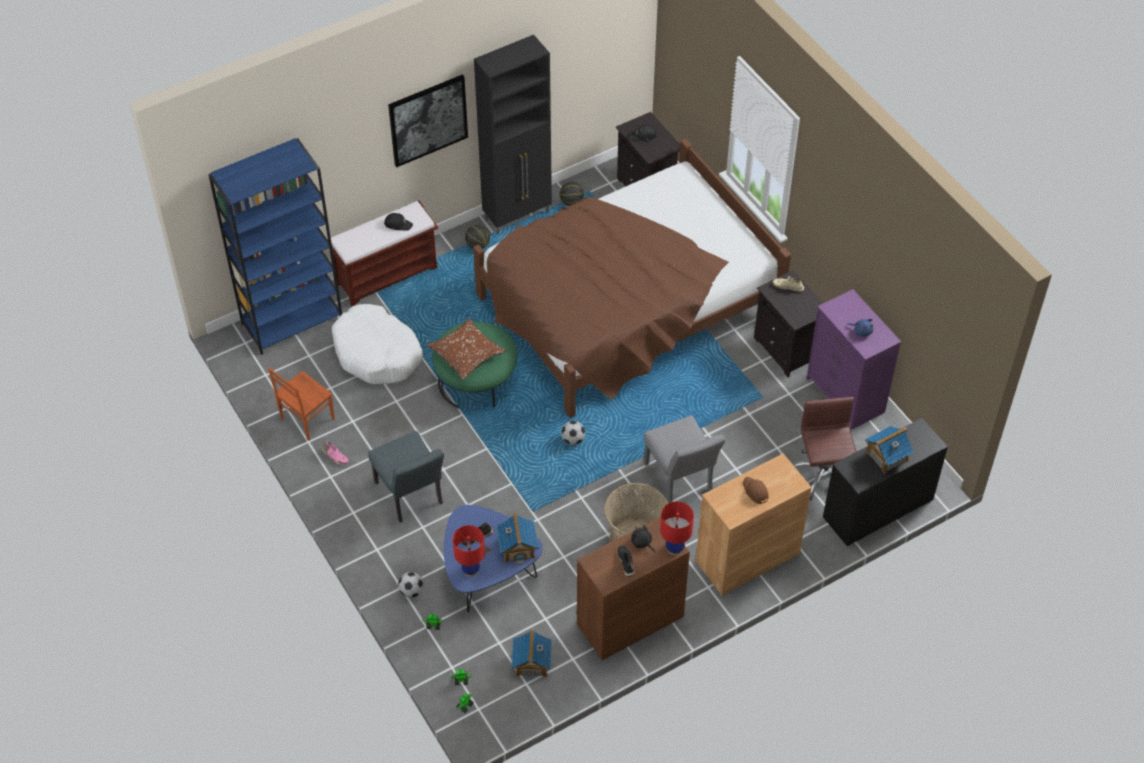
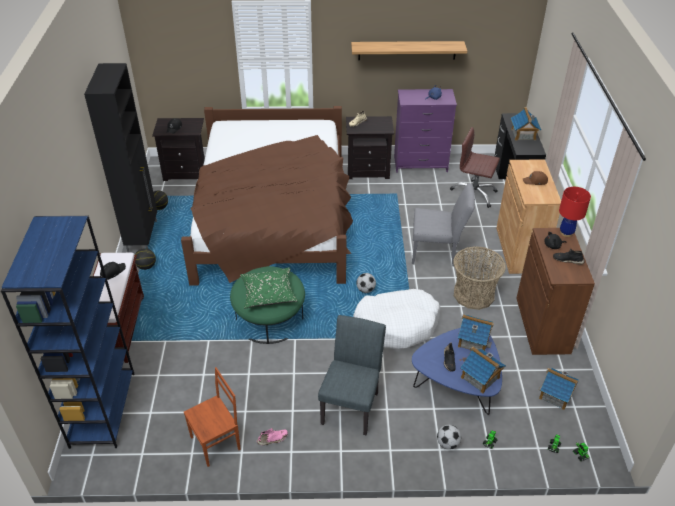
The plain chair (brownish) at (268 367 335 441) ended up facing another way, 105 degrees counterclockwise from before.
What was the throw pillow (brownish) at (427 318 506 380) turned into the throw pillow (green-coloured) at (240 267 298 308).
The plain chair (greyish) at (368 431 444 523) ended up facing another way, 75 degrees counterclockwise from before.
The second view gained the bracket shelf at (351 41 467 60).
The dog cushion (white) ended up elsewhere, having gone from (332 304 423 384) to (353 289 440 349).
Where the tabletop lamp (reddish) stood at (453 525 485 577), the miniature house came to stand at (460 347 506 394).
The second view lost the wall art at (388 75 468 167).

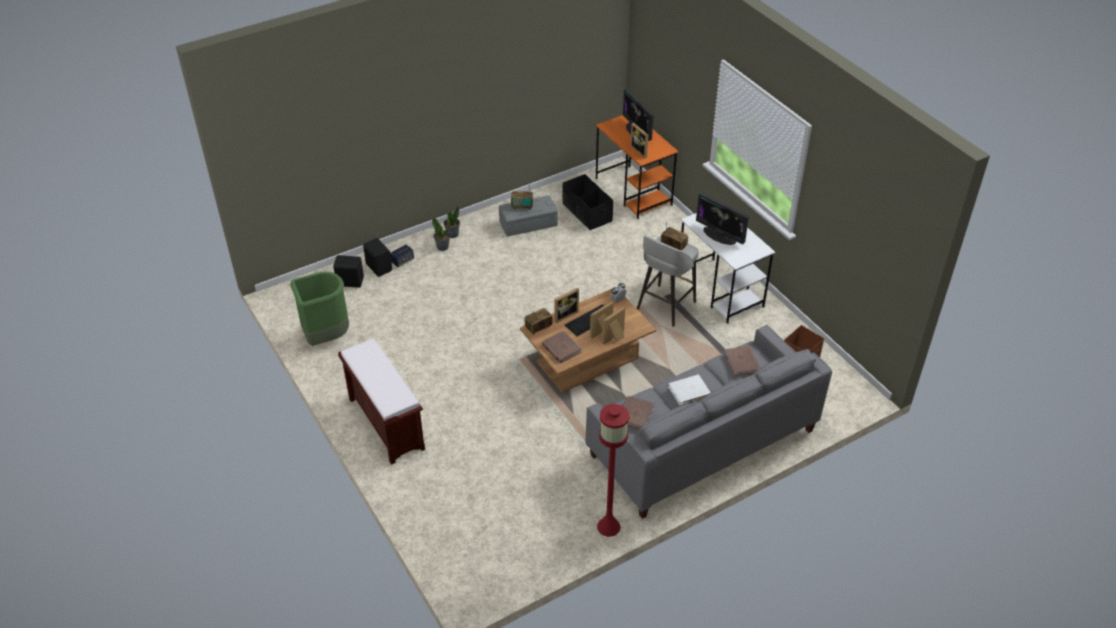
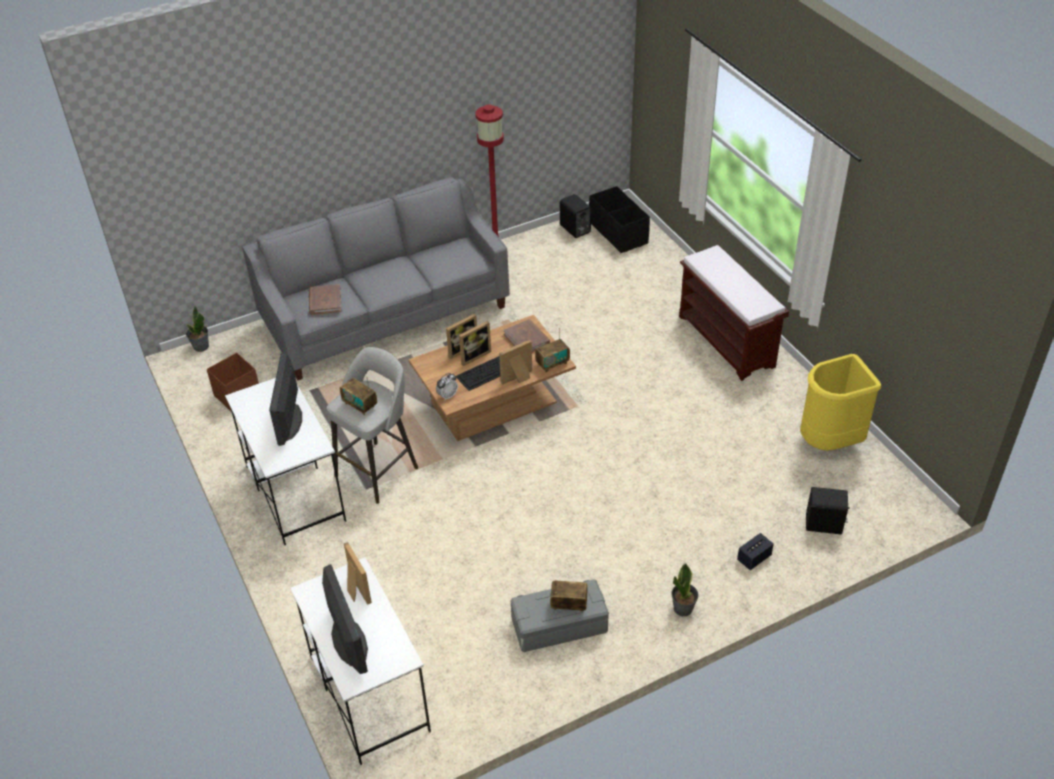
The houseplant ended up elsewhere, having gone from (432 217 450 251) to (186 306 209 352).
The computer display at (696 193 749 245) ended up facing another way, 135 degrees counterclockwise from before.
What was the desk (orange) at (595 115 679 219) turned into the desk (white) at (290 557 431 765).
The loudspeaker (black) ended up elsewhere, having gone from (363 238 392 277) to (560 194 591 238).
The storage box (black) ended up elsewhere, having gone from (562 174 613 230) to (589 186 650 253).
What was the rubbish bin (green-coloured) at (290 271 349 346) turned into the rubbish bin (yellow) at (800 354 881 451).
The second view lost the bound book (brownish) at (623 396 654 430).
The second view lost the bound book (white) at (668 374 711 406).

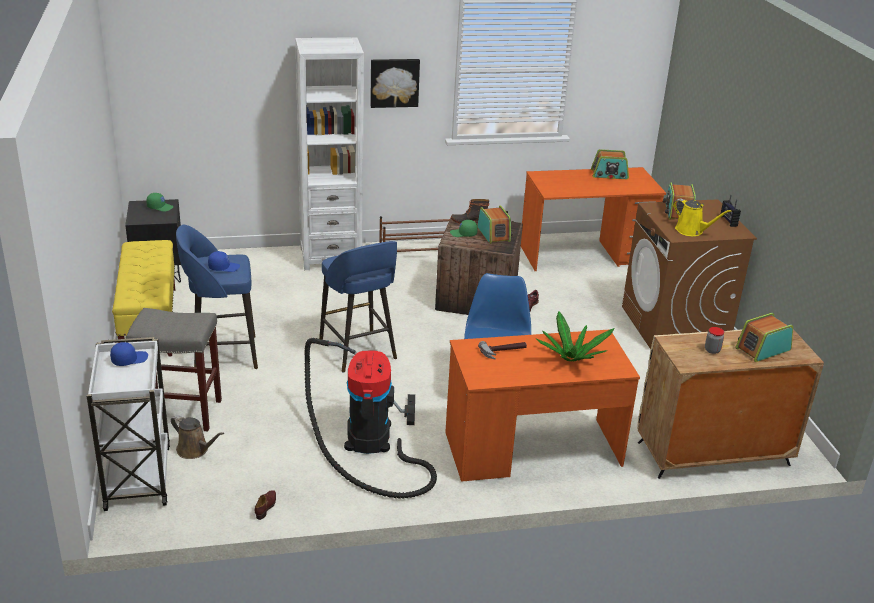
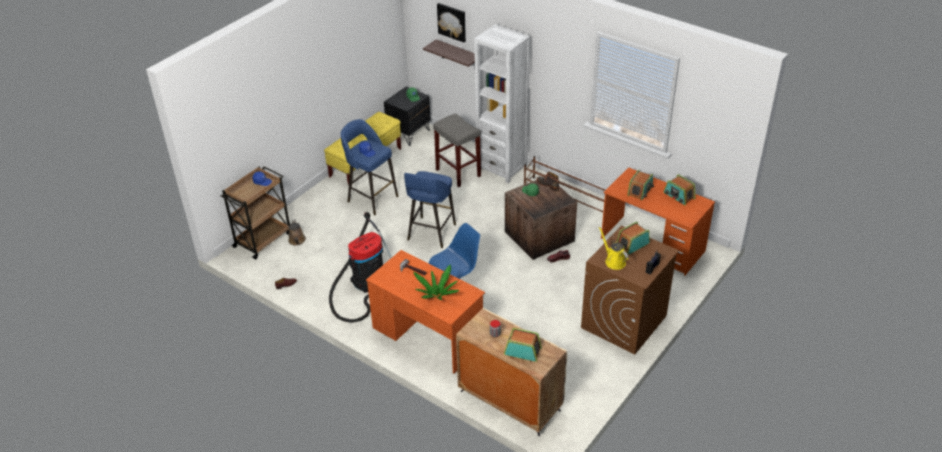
What was the wheeled cart (white) at (87 337 170 511) turned into the wheeled cart (brownish) at (221 166 290 259).
The second view gained the bracket shelf at (423 39 475 69).
The sitting stool (greyish) ended up elsewhere, having gone from (126 308 222 431) to (433 114 481 187).
The wall art ended up elsewhere, having gone from (370 59 420 108) to (437 3 466 42).
The sprinkling can (yellow) at (673 199 732 236) ended up facing another way, 150 degrees clockwise from before.
The radio receiver ended up elsewhere, having gone from (477 206 513 244) to (627 170 654 201).

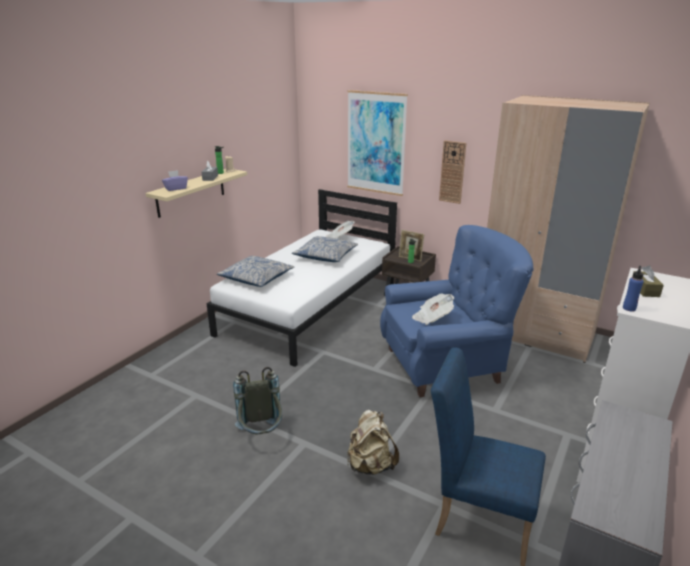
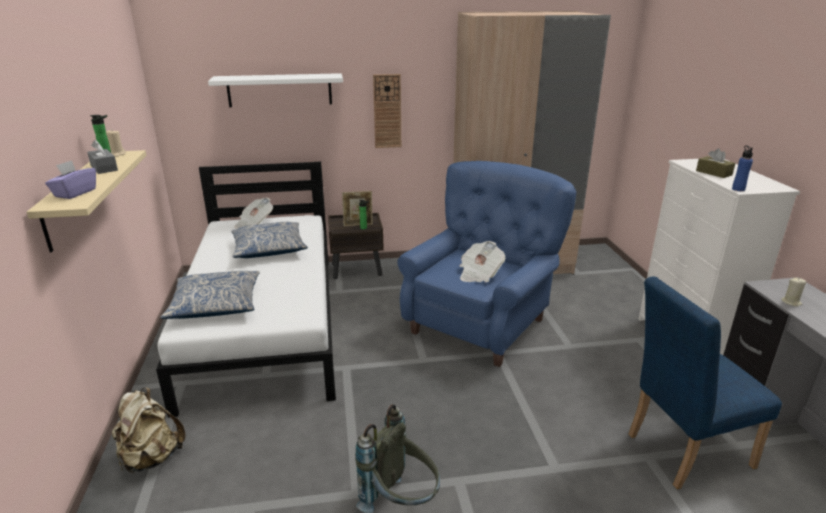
The rucksack (sand-coloured) ended up elsewhere, having gone from (347 410 399 475) to (112 387 186 473).
Where the wall art hung at (347 90 408 196), the bracket shelf (white) came to hang at (208 73 343 107).
The second view gained the wax candle (sand-coloured) at (781 278 806 307).

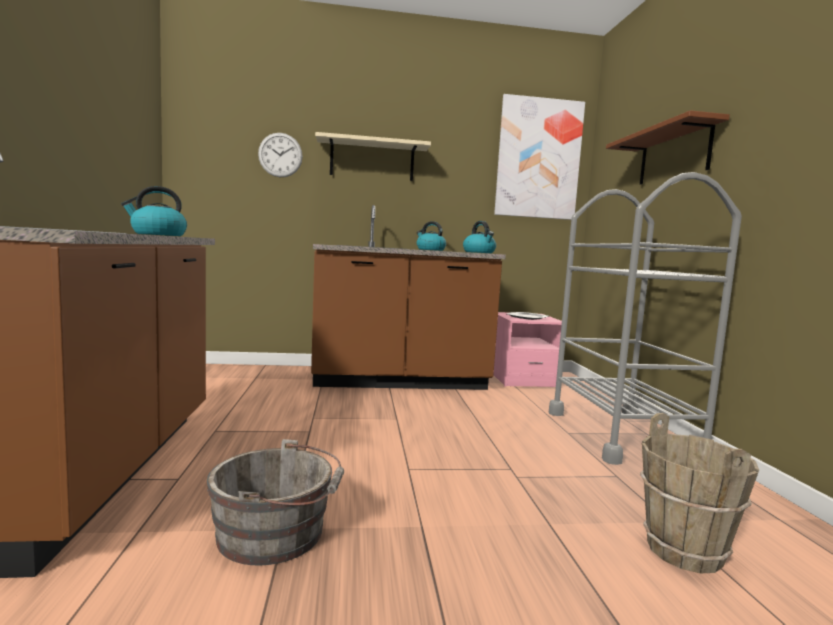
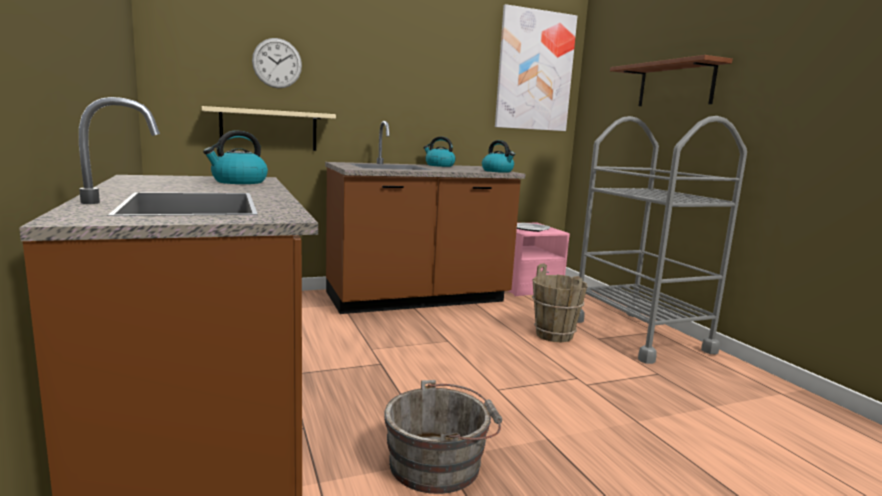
The bracket shelf (sand-coloured) ended up elsewhere, having gone from (315 132 431 181) to (202 106 336 151).
The water bucket (brownish) ended up elsewhere, having gone from (640 413 759 573) to (532 263 587 342).

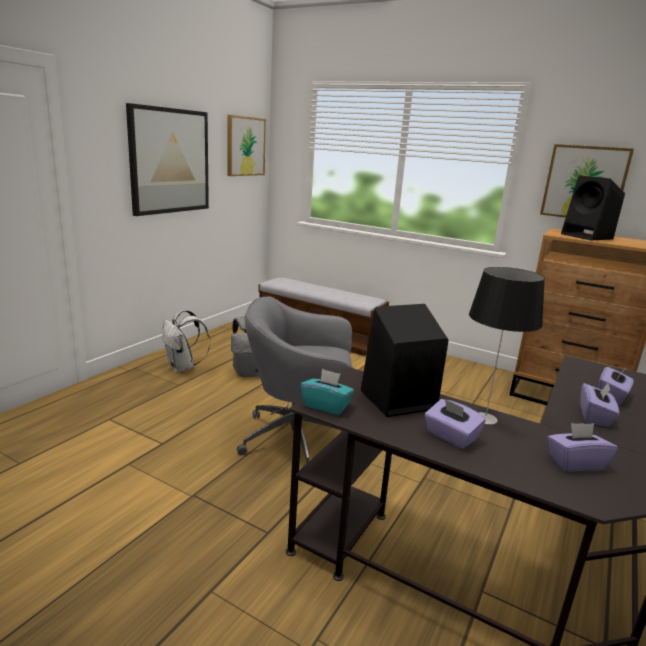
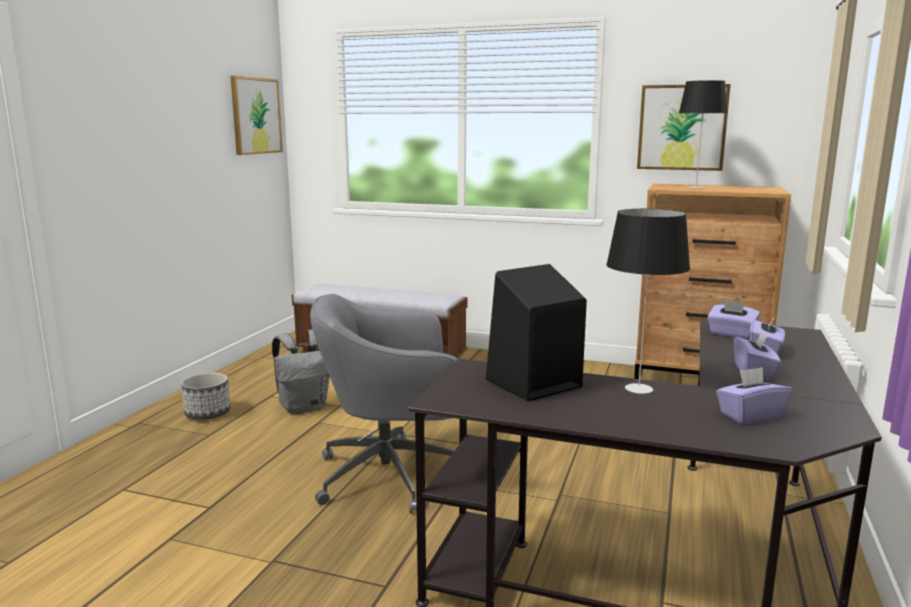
Where the rucksack (white) stood at (162 310 211 372), the flower pot came to stand at (181 373 230 420).
Where the loudspeaker (black) stood at (561 176 625 240), the tabletop lamp came to stand at (679 80 727 189).
The tissue box (purplish) ended up elsewhere, having gone from (425 399 486 449) to (707 300 760 339).
The second view lost the wall art at (126 103 209 216).
The second view lost the tissue box (turquoise) at (301 369 354 415).

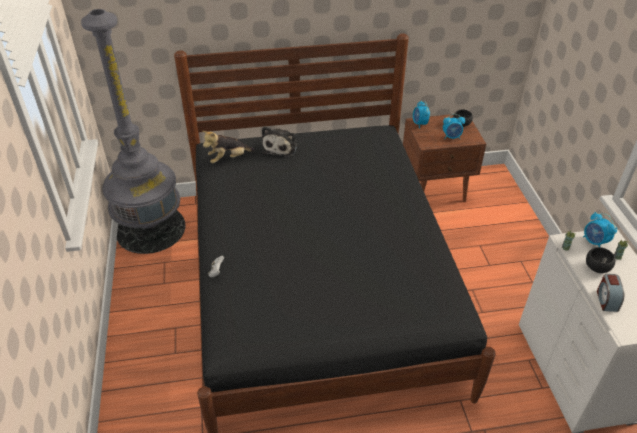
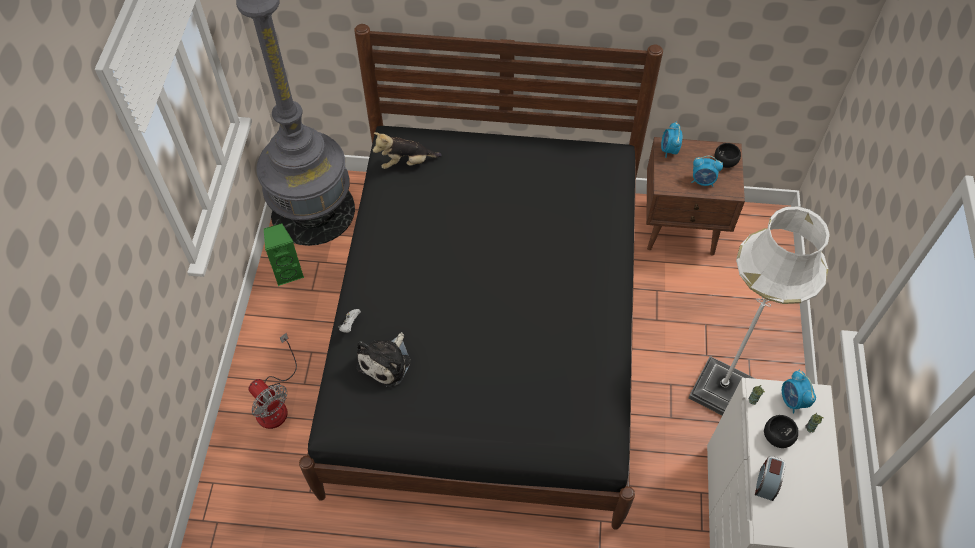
The second view gained the electric fan at (248 333 297 429).
The second view gained the loudspeaker (green-coloured) at (264 223 304 286).
The cuddly toy ended up elsewhere, having gone from (262 127 297 158) to (357 332 411 388).
The second view gained the standing lamp (white) at (688 206 830 416).

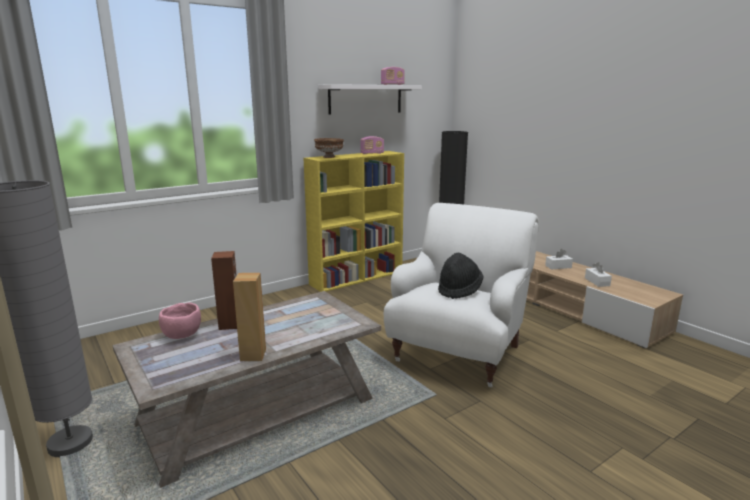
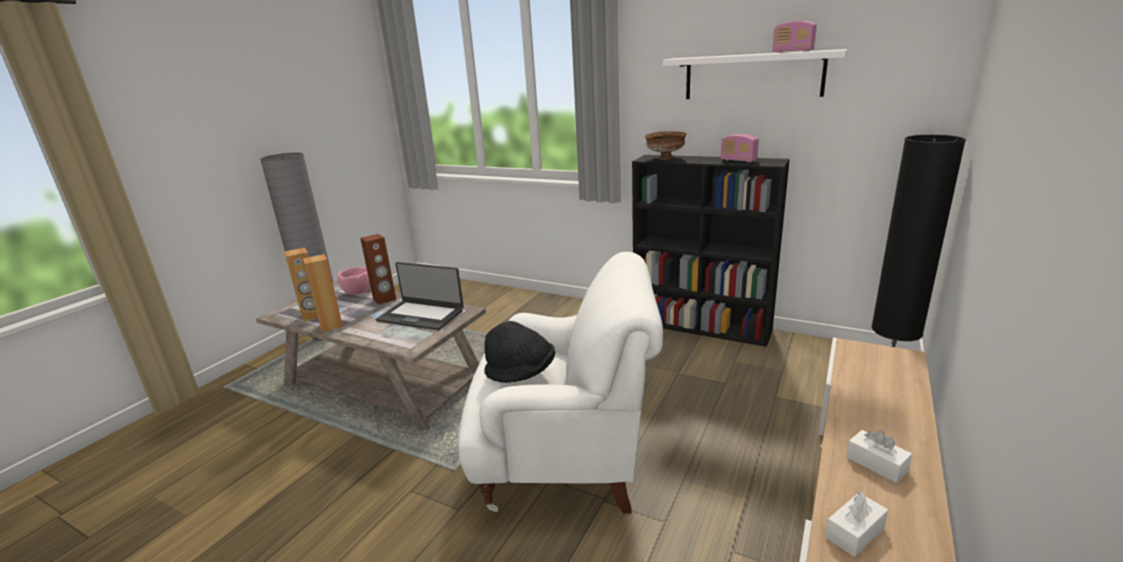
The second view gained the loudspeaker (brownish) at (284 248 318 322).
The second view gained the portable computer at (376 262 464 330).
What was the bookshelf (yellow) at (304 151 404 292) turned into the bookshelf (black) at (632 155 790 347).

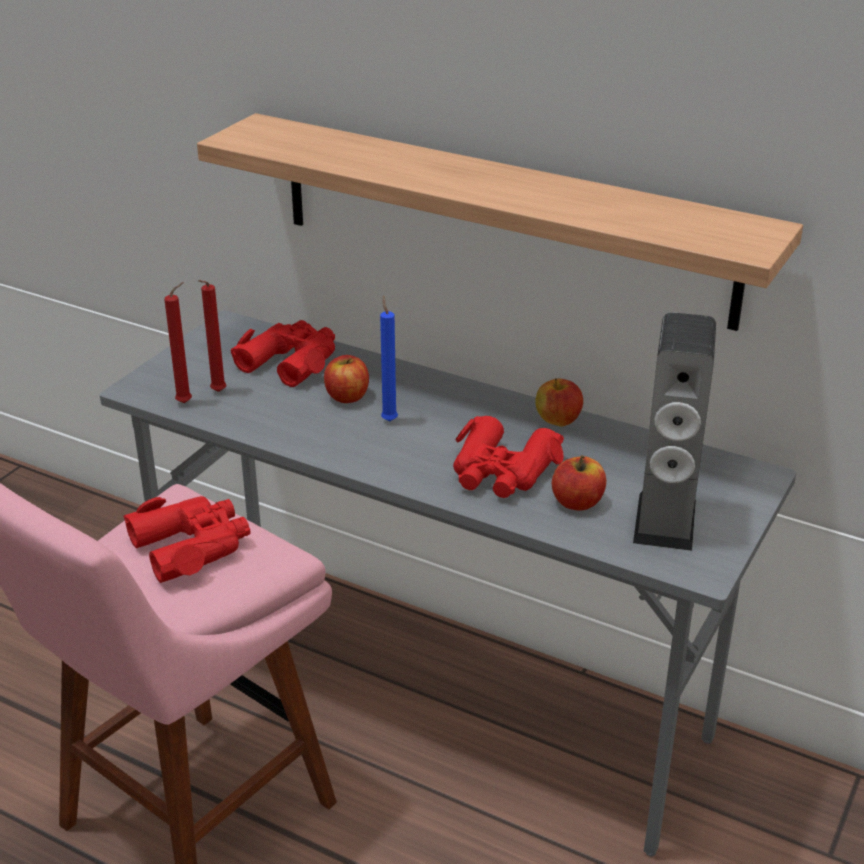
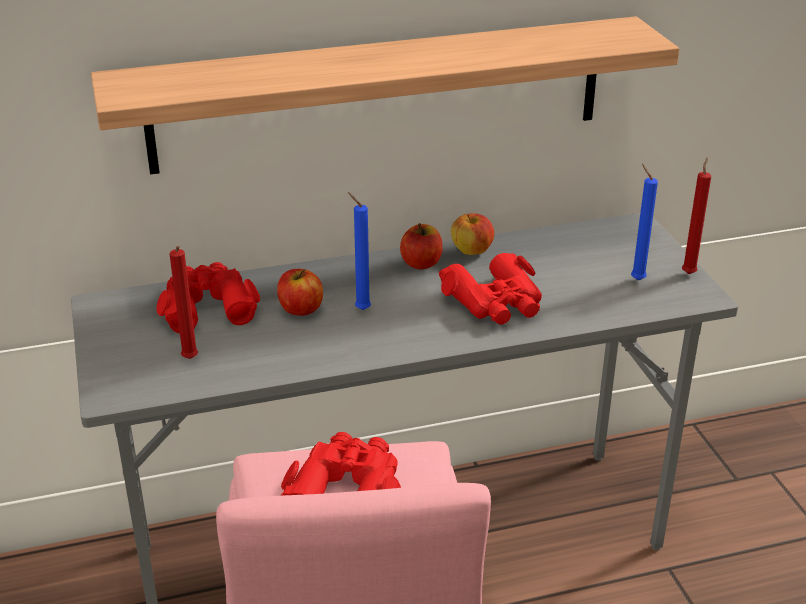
The whole apple ended up elsewhere, having gone from (552 455 606 511) to (400 223 443 269).
Where the loudspeaker stood at (633 312 716 551), the wax candle (blue-coloured) came to stand at (631 164 658 280).
The wax candle (reddish) ended up elsewhere, having gone from (164 282 192 403) to (682 157 711 274).

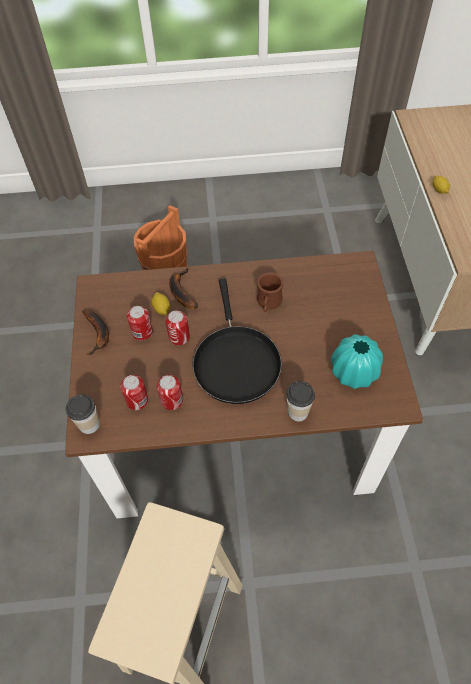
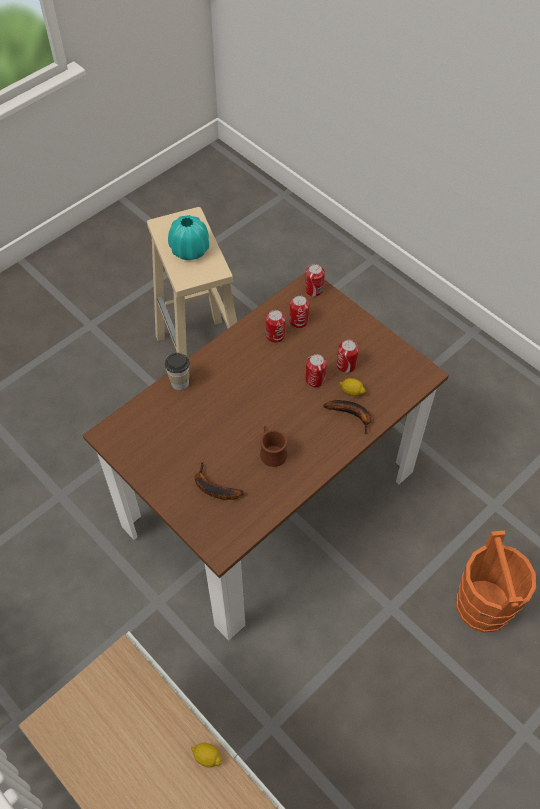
The decorative vase (turquoise) ended up elsewhere, having gone from (331 334 383 389) to (168 215 209 260).
The whole banana ended up elsewhere, having gone from (82 310 109 355) to (195 462 244 500).
Where the small cup stood at (66 394 100 434), the metal can came to stand at (305 264 325 297).
The second view lost the skillet (black) at (193 279 282 404).

